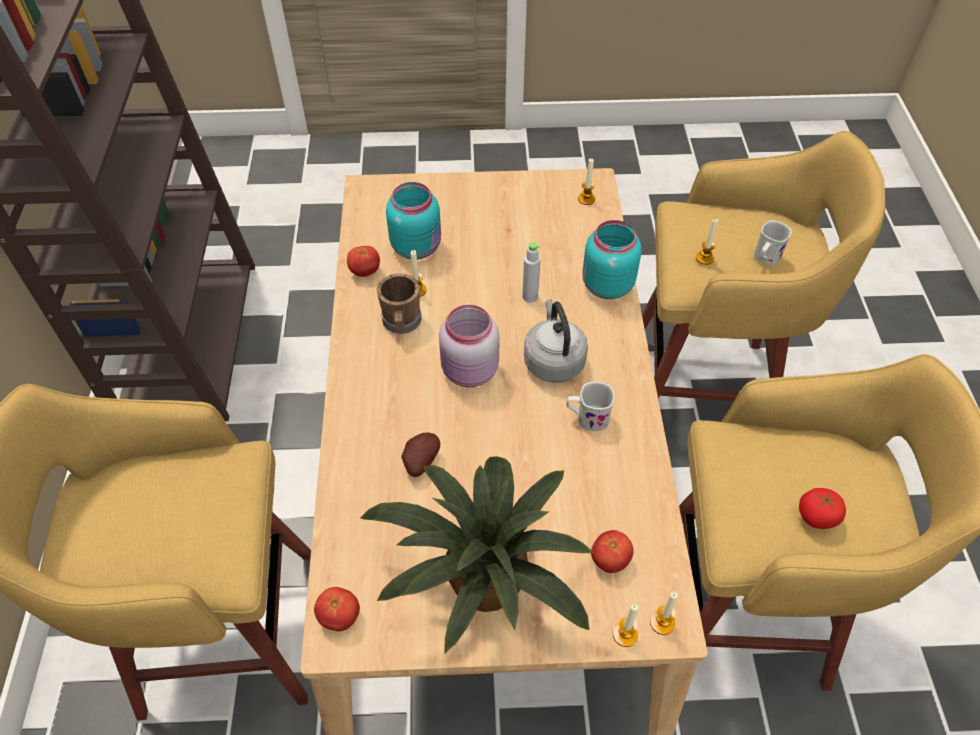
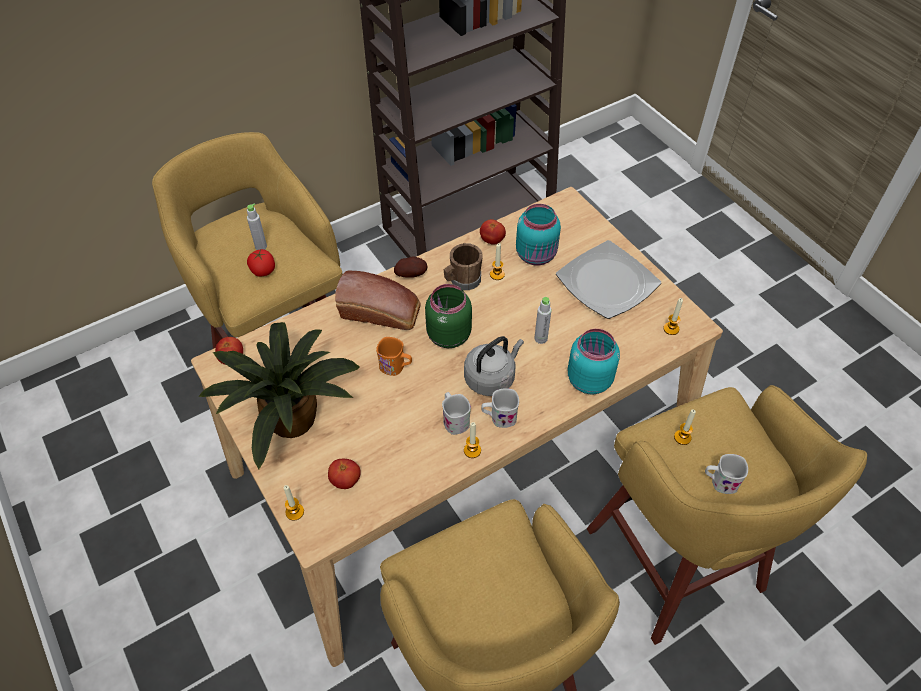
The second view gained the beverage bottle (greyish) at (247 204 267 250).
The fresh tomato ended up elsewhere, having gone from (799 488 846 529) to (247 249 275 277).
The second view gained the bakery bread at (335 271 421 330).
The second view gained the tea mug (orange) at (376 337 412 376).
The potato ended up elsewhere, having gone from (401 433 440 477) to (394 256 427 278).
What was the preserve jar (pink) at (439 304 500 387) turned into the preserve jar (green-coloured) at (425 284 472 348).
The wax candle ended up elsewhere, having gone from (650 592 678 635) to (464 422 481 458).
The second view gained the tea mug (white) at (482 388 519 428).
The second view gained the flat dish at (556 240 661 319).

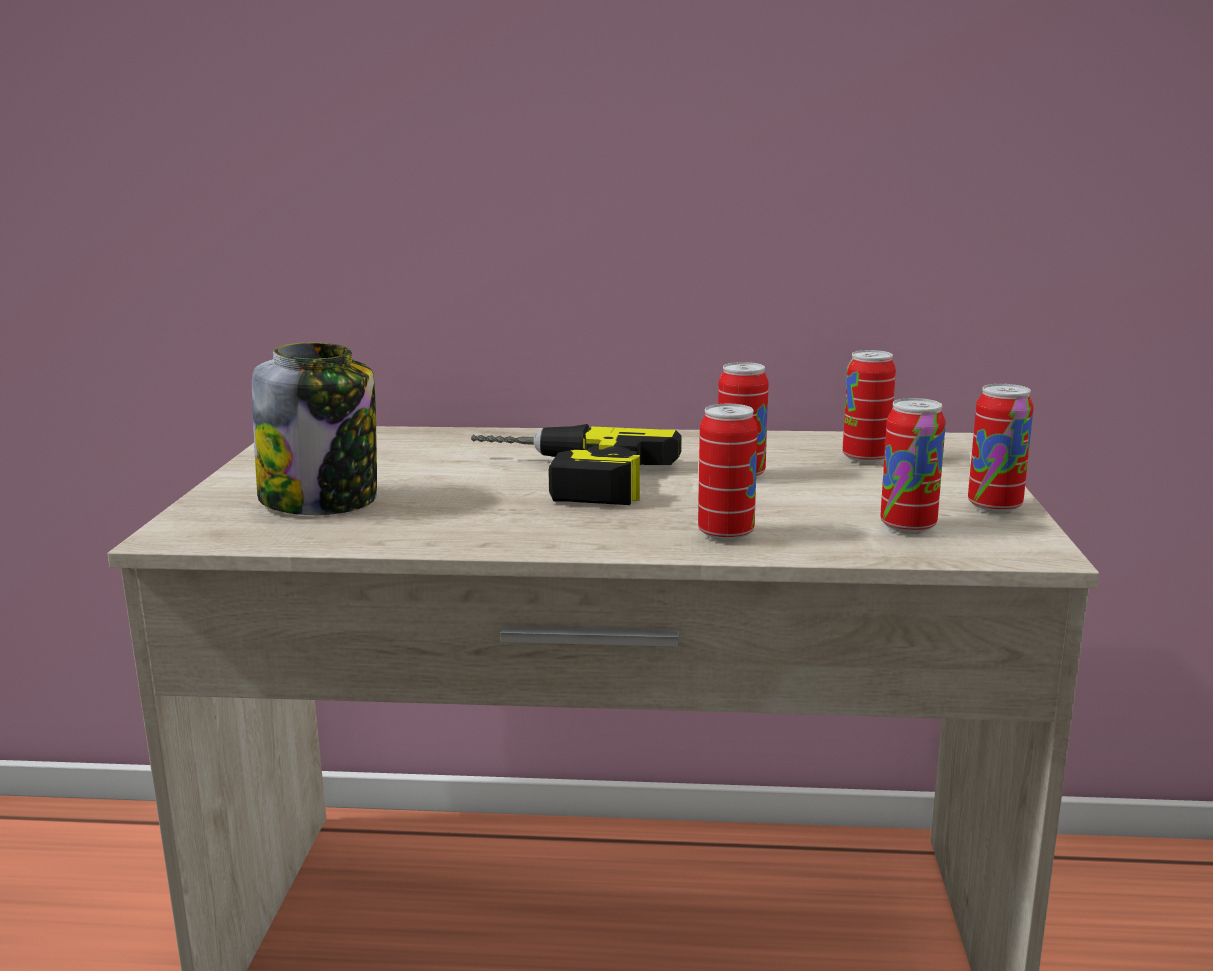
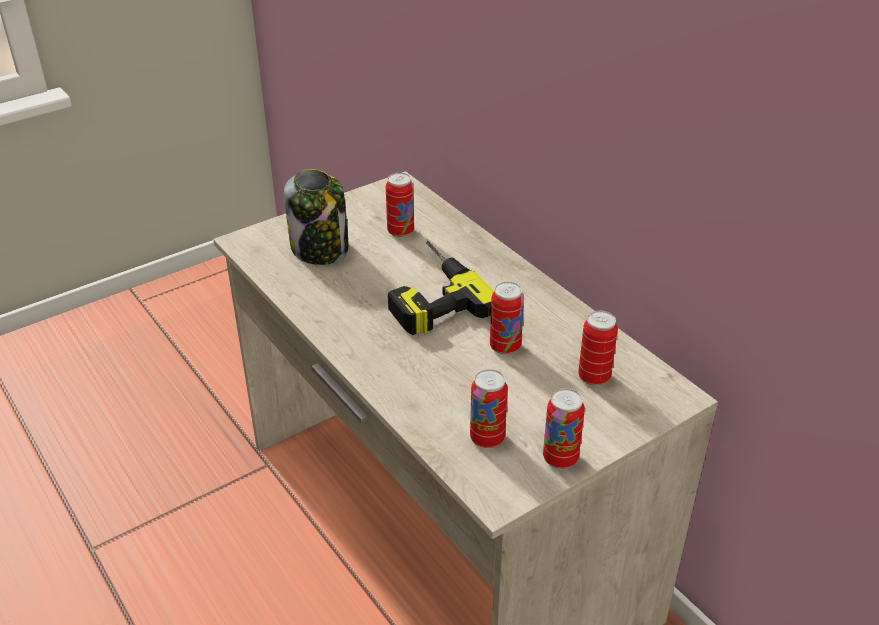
The metal can ended up elsewhere, having gone from (698 404 758 541) to (386 173 414 238).

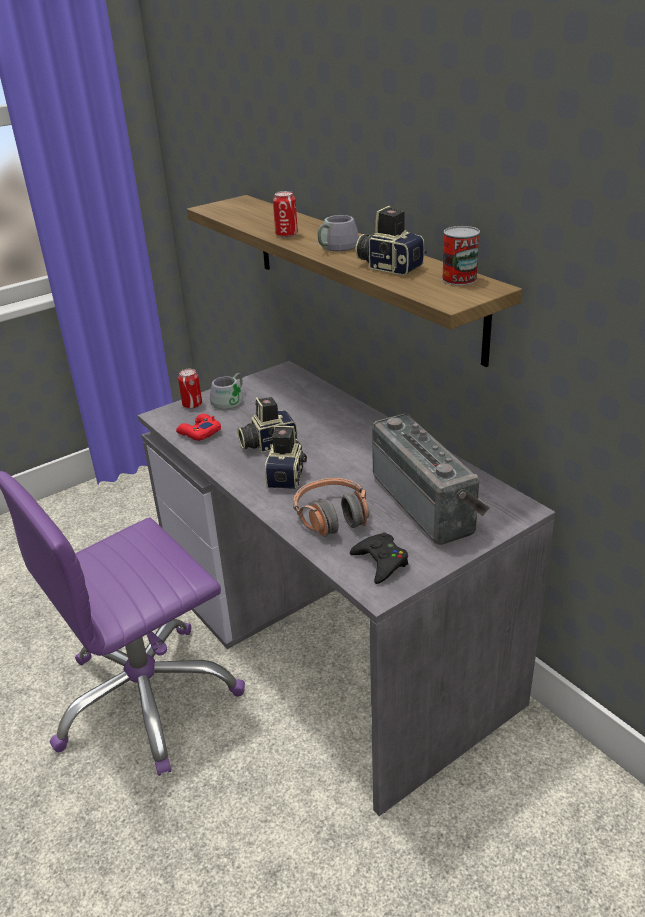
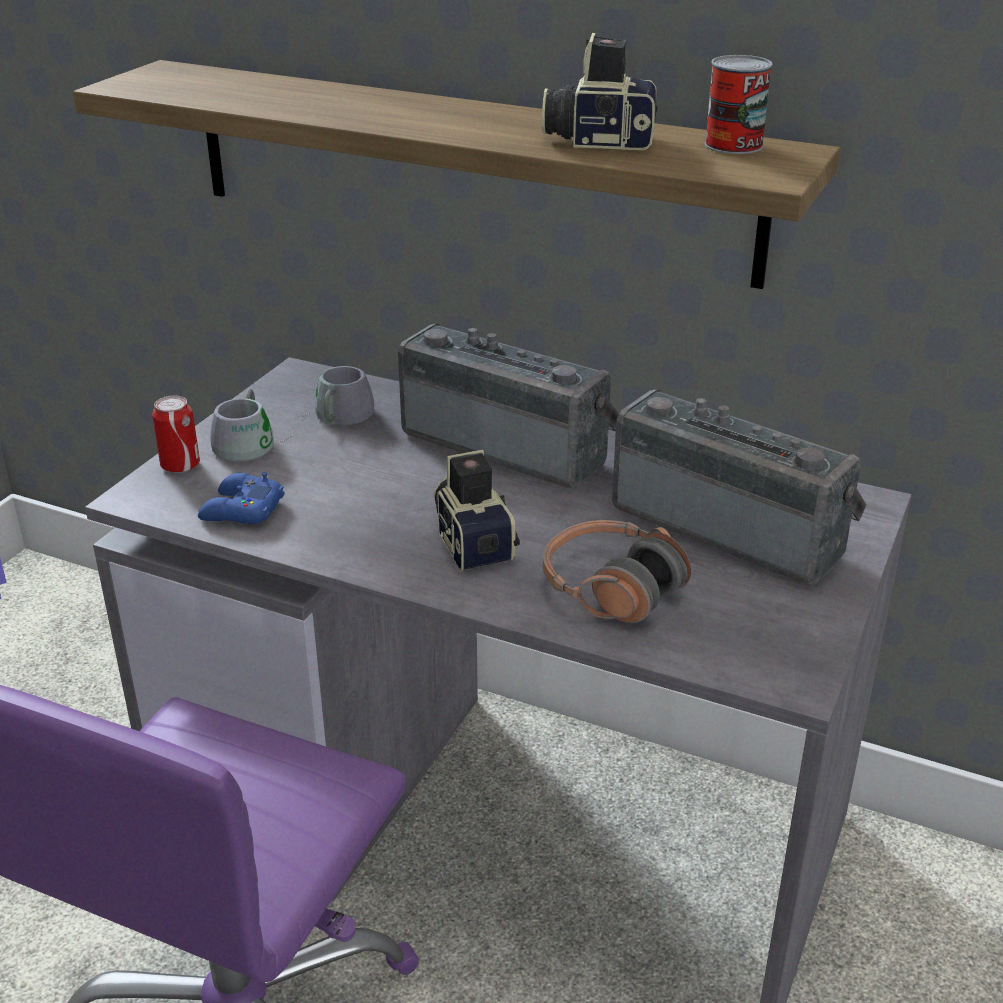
What was the gamepad (reddish) at (176 414 221 441) turned into the gamepad (blue-coloured) at (198 472 285 524).
The tea mug (greyish) ended up elsewhere, having gone from (308 215 359 251) to (296 366 374 426).
The second view gained the radio receiver at (398 324 619 488).
The second view lost the photo camera at (237 397 298 453).
The second view lost the metal can at (273 191 298 238).
The second view lost the gamepad (black) at (350 532 408 584).

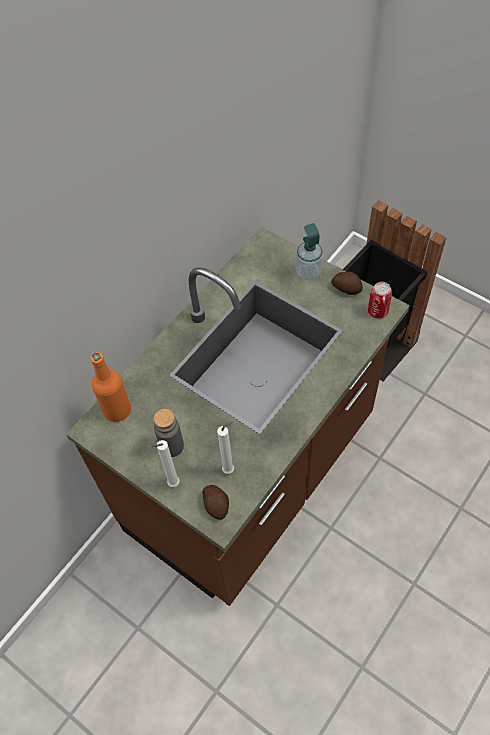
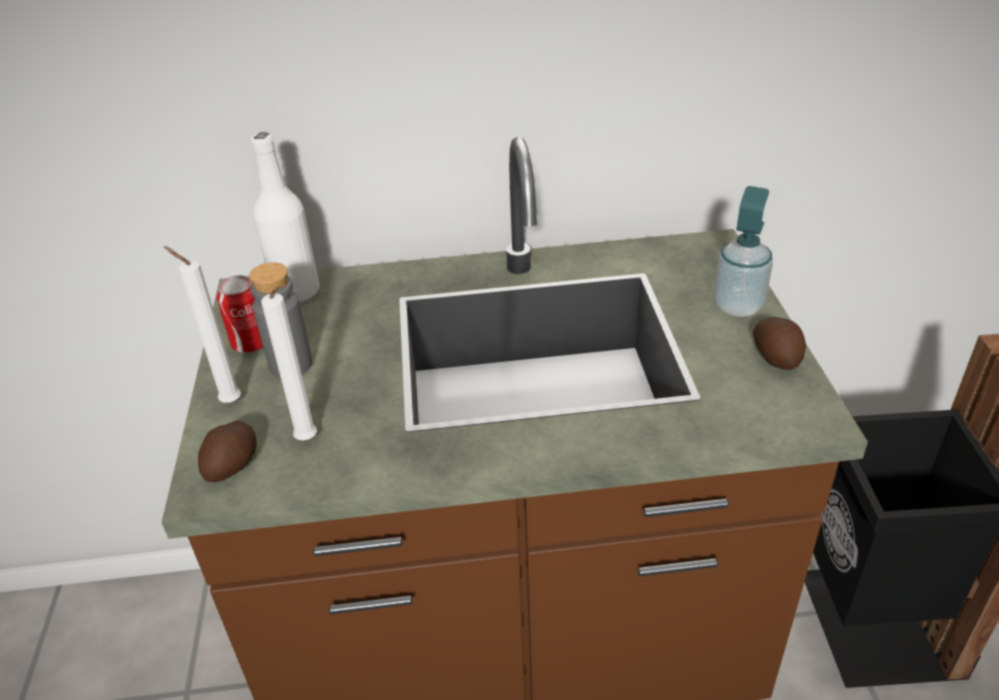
The metal can ended up elsewhere, having gone from (368 282 392 318) to (216 275 263 353).
What was the beverage bottle (orange) at (90 352 131 422) turned into the beverage bottle (white) at (251 132 320 302).

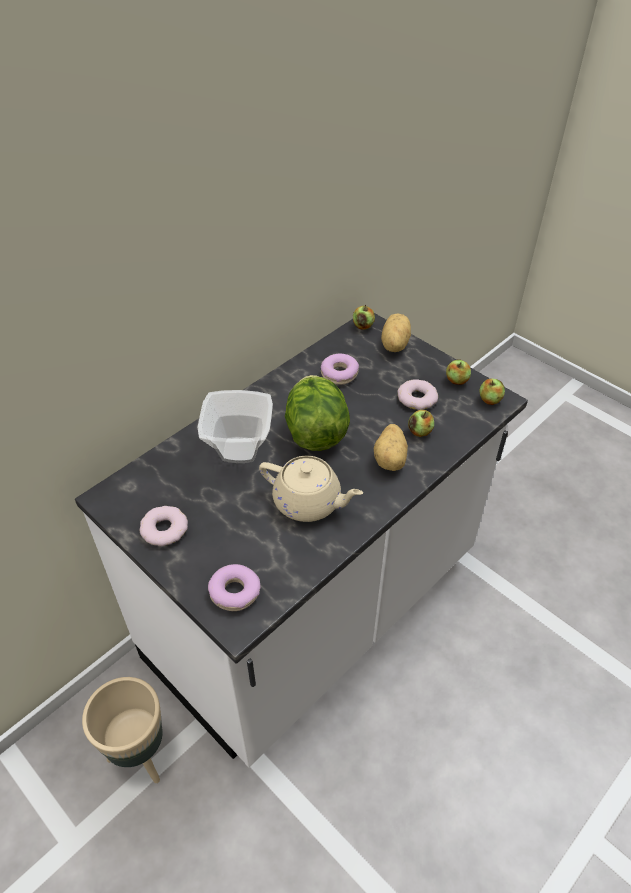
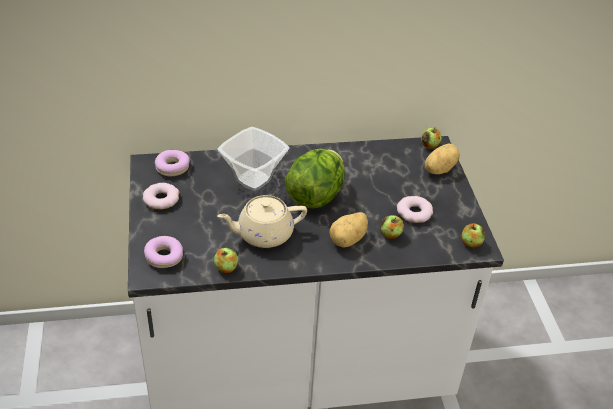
The doughnut ended up elsewhere, having gone from (321 354 359 385) to (155 150 190 176).
The whole apple ended up elsewhere, having gone from (446 359 471 385) to (214 248 238 273).
The teapot (sand-coloured) at (259 456 363 522) ended up facing another way, 105 degrees clockwise from before.
The second view lost the flower pot (sand-coloured) at (82 677 163 783).

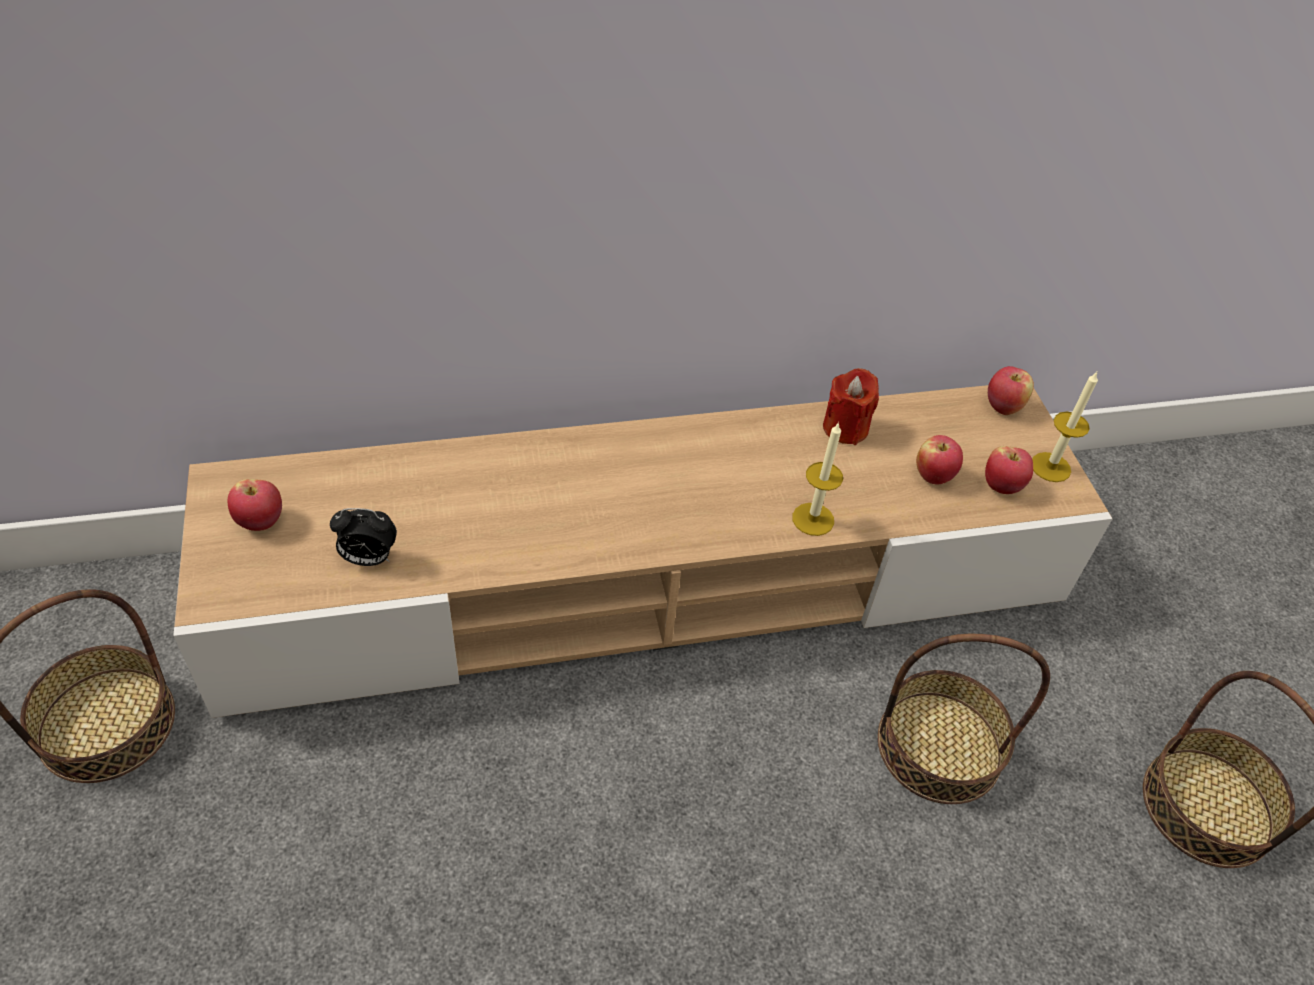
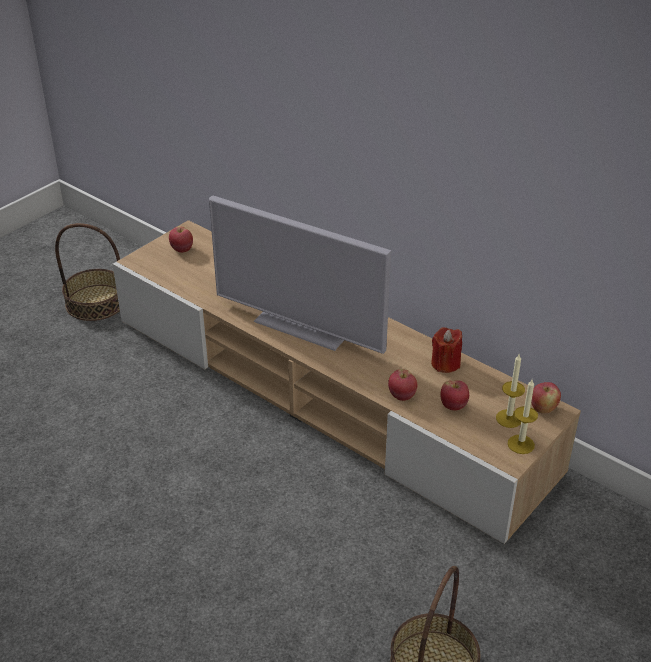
The second view gained the TV set at (209 196 391 354).
The whole apple ended up elsewhere, having gone from (985 446 1033 494) to (388 369 417 401).
The wax candle ended up elsewhere, having gone from (792 422 843 536) to (496 354 525 428).
The second view lost the bedside clock at (330 508 397 566).
The second view lost the household basket at (878 634 1050 804).

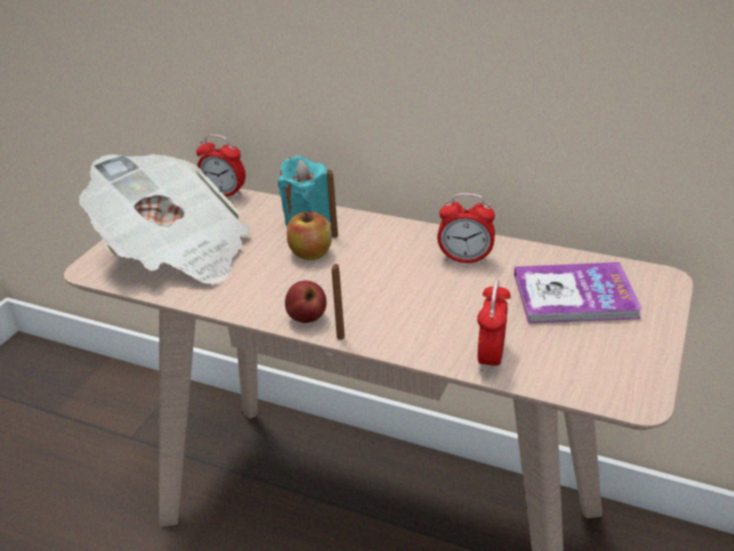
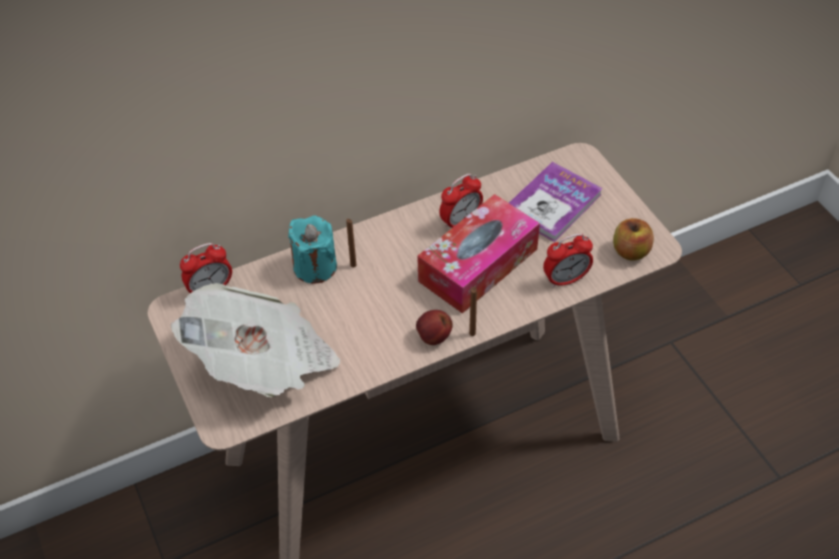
The second view gained the tissue box at (417 194 540 314).
The bedside clock at (477 280 511 373) ended up facing another way, 75 degrees counterclockwise from before.
The whole apple ended up elsewhere, having gone from (287 212 332 260) to (613 218 654 260).

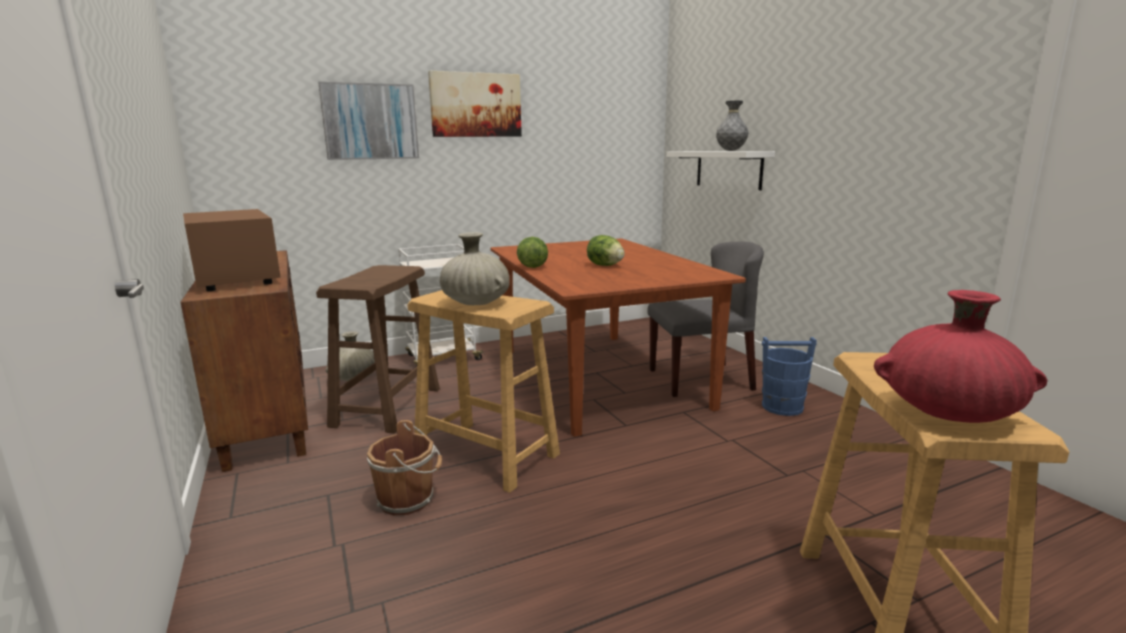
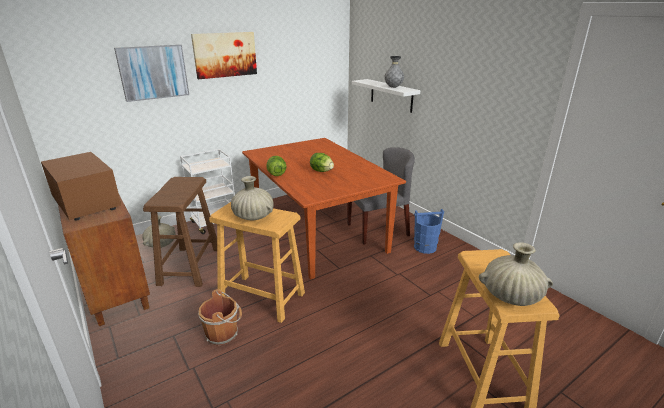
What was the decorative vase (reddish) at (874 290 1047 423) turned into the decorative vase (sand-coloured) at (479 242 553 306).

